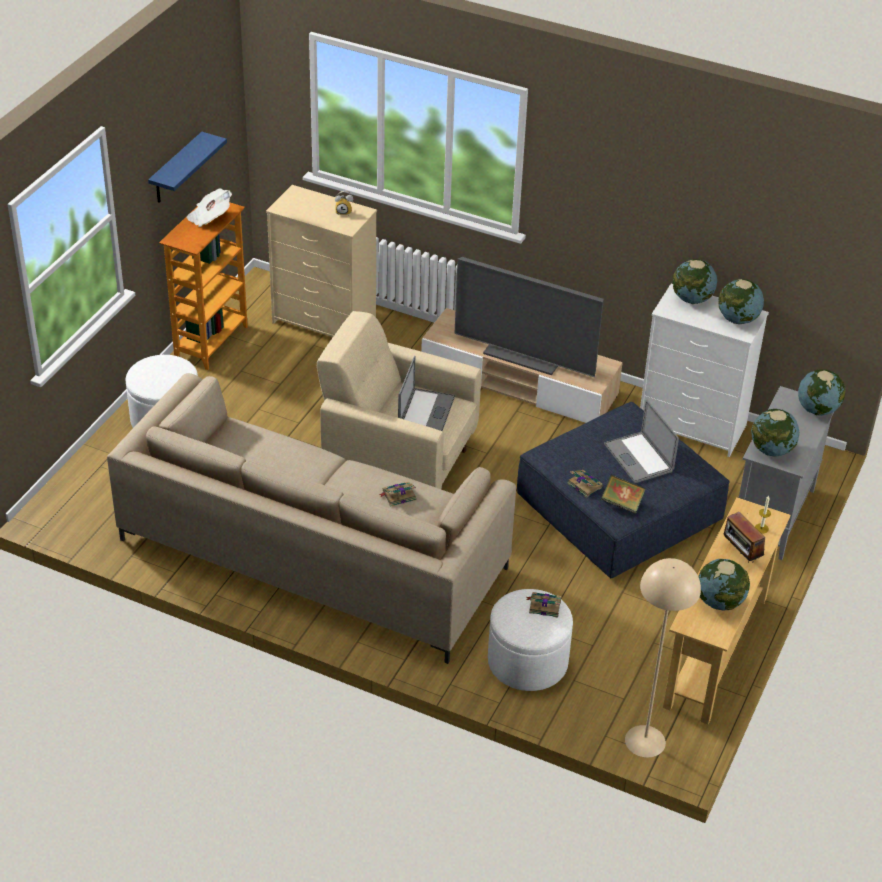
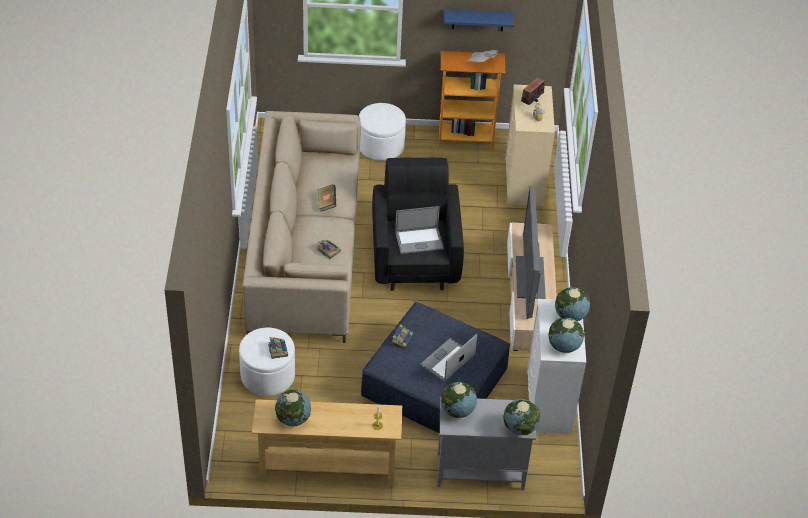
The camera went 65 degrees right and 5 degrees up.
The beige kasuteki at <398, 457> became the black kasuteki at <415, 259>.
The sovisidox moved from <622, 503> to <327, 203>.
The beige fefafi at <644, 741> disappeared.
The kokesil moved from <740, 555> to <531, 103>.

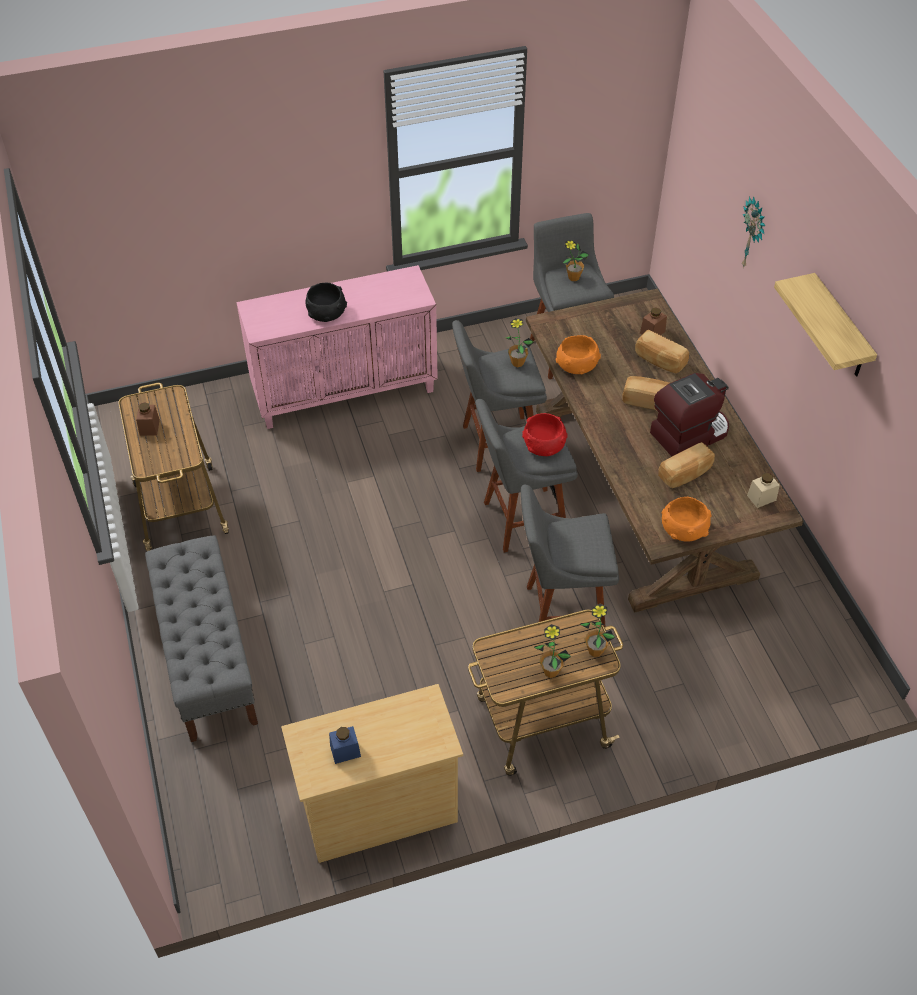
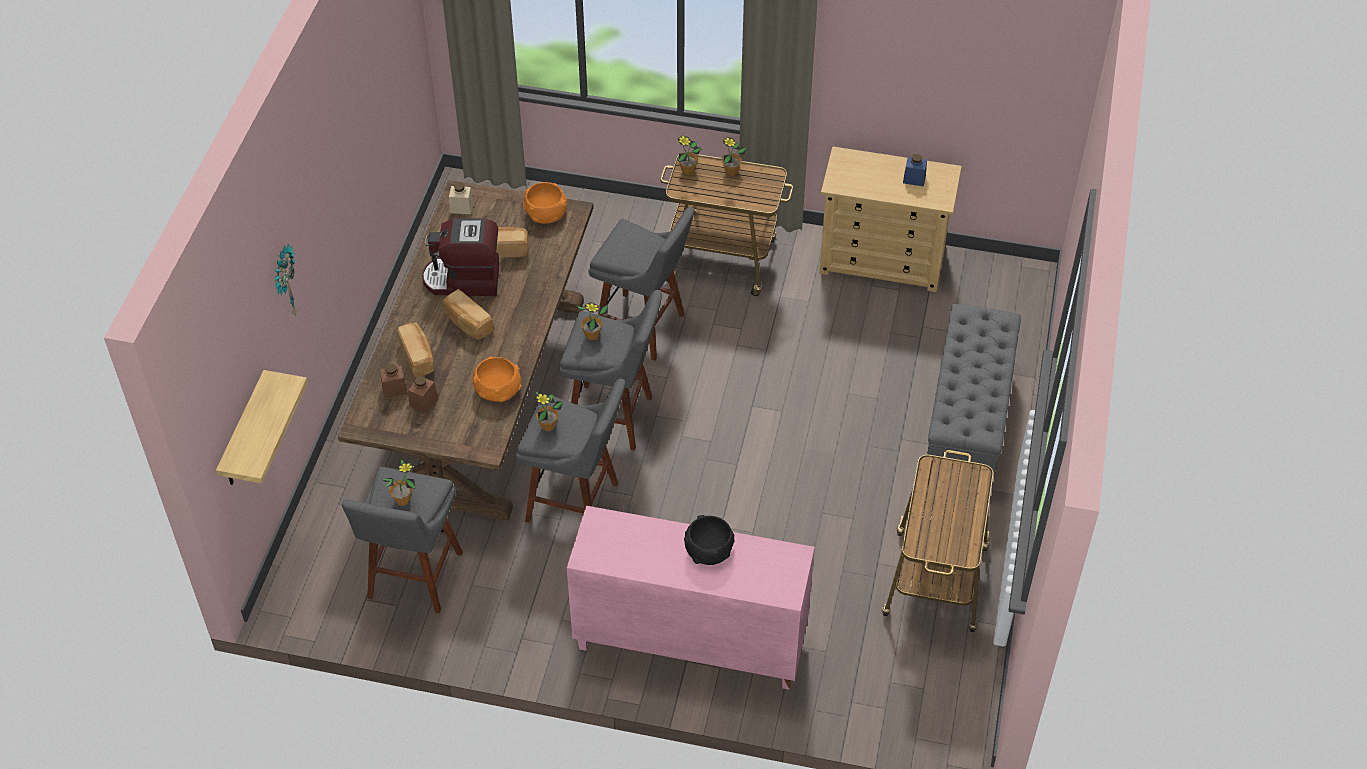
The camera went 150 degrees left and 0 degrees up.
The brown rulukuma moved from <149, 427> to <423, 401>.
The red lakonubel at <544, 444> was replaced by the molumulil at <592, 335>.
The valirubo moved from <840, 329> to <244, 433>.

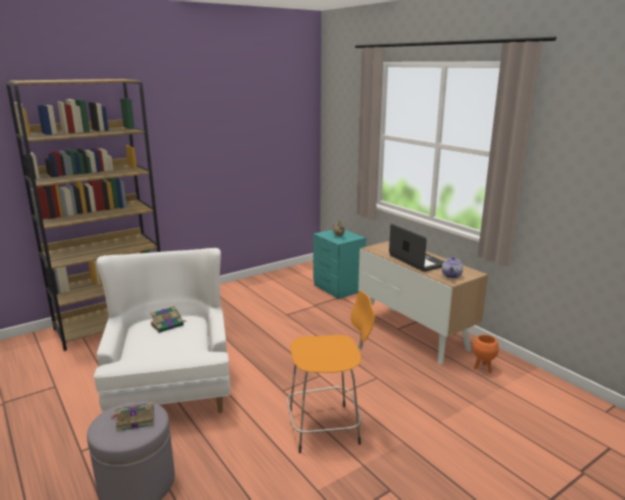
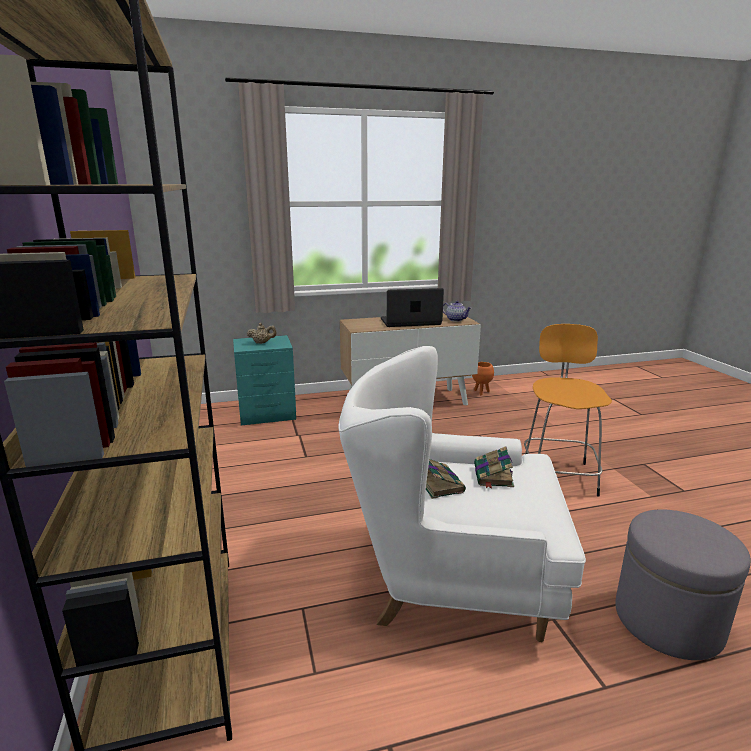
The camera went 70 degrees left and 0 degrees up.
The sovisidox moved from <134, 419> to <493, 476>.

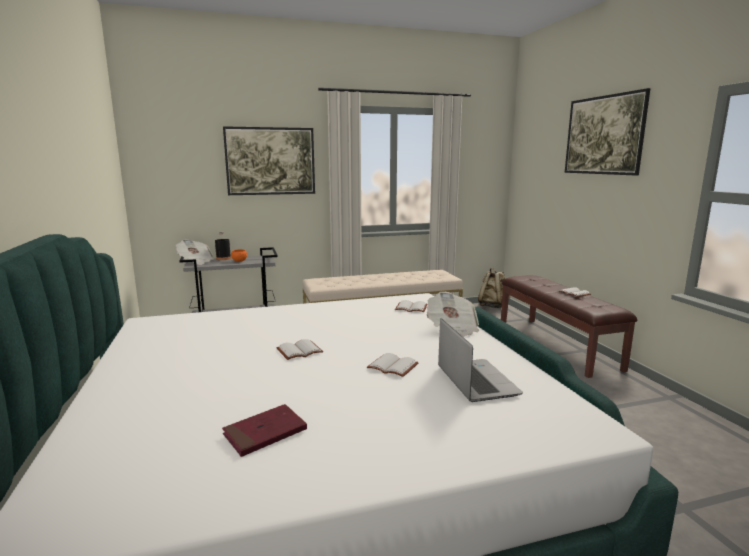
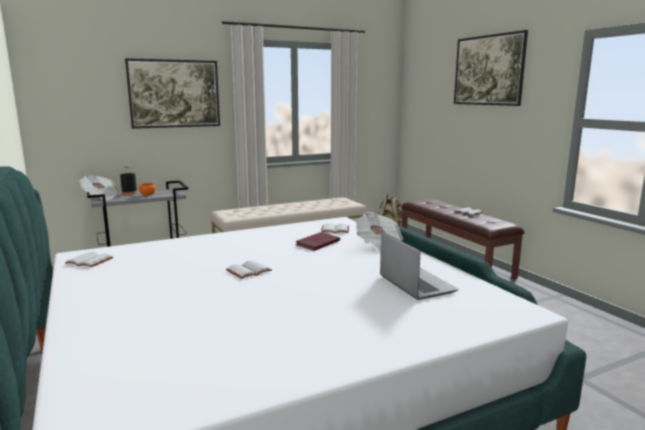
The camera went 10 degrees left and 0 degrees up.
The red sovisidox moved from <265, 433> to <318, 243>.
The white sovisidox moved from <394, 366> to <91, 261>.

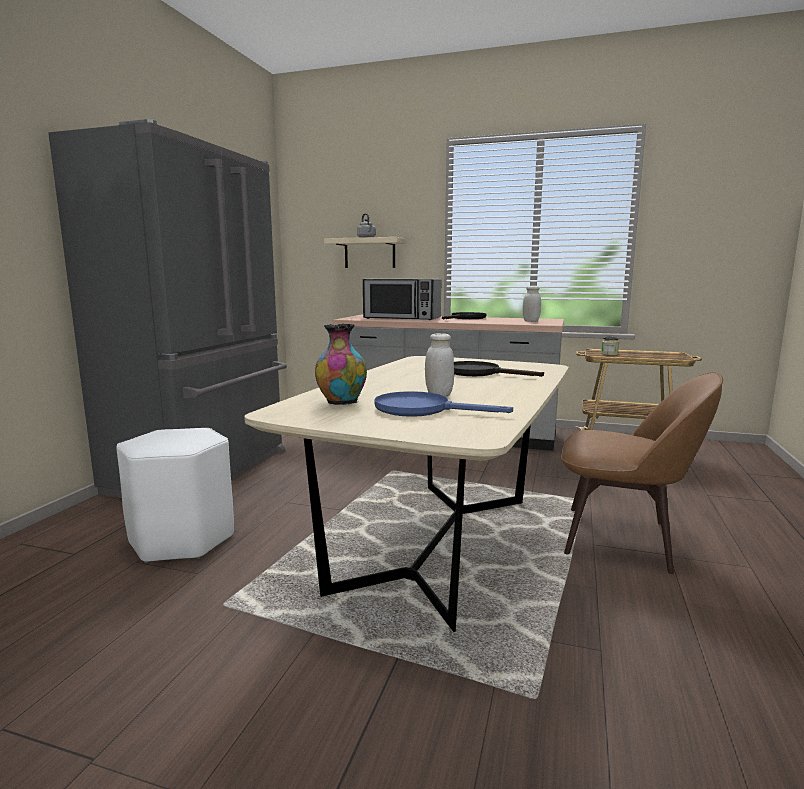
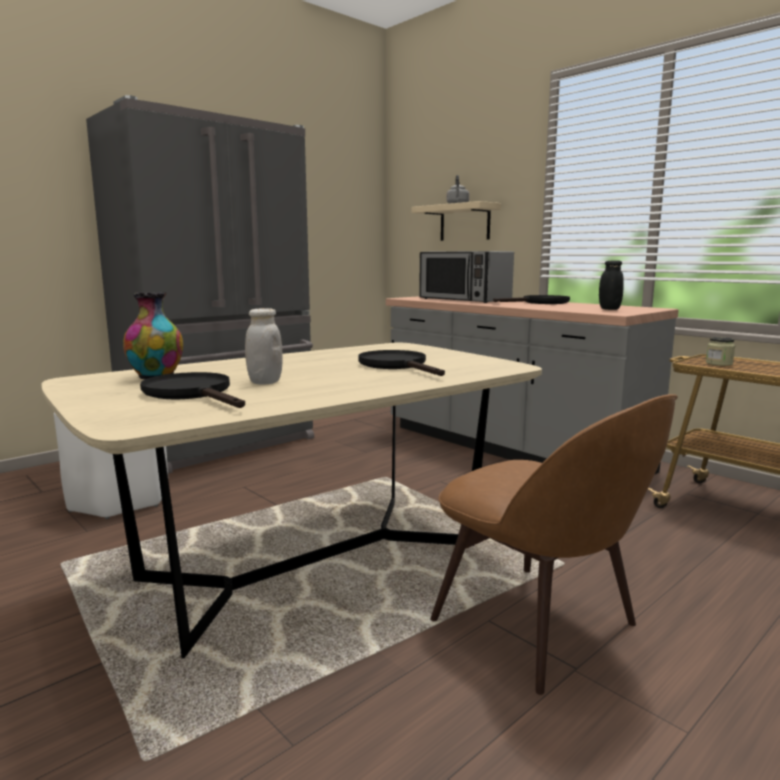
The camera went 30 degrees right and 0 degrees up.
The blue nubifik at <422, 409> became the black nubifik at <193, 393>.
The white rulukuma at <531, 321> became the black rulukuma at <609, 309>.

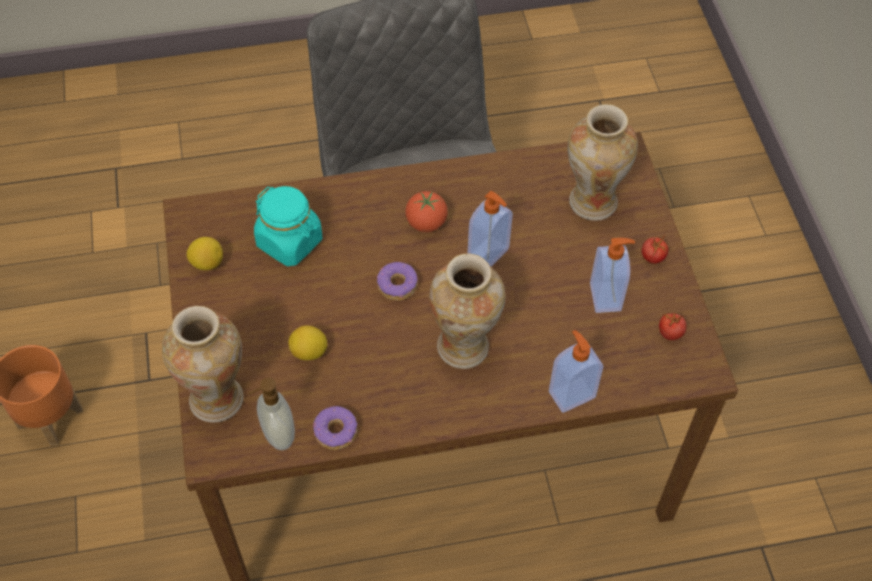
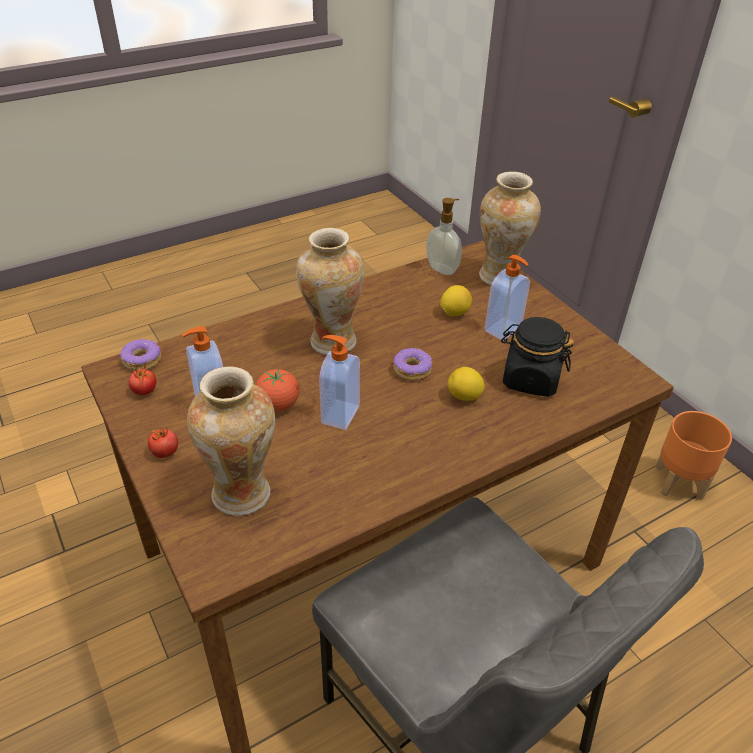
The camera went 160 degrees right and 15 degrees down.
The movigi moved from <207, 263> to <464, 397>.
The turquoise rulukuma at <290, 242> became the black rulukuma at <530, 379>.
The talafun moved from <336, 432> to <142, 360>.
The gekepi moved from <426, 223> to <278, 405>.
The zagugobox moved from <571, 393> to <504, 330>.

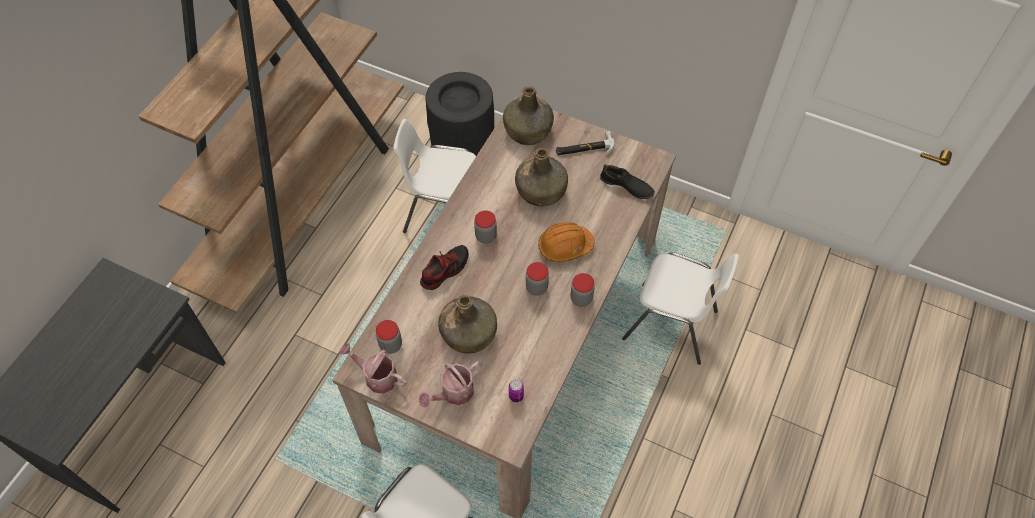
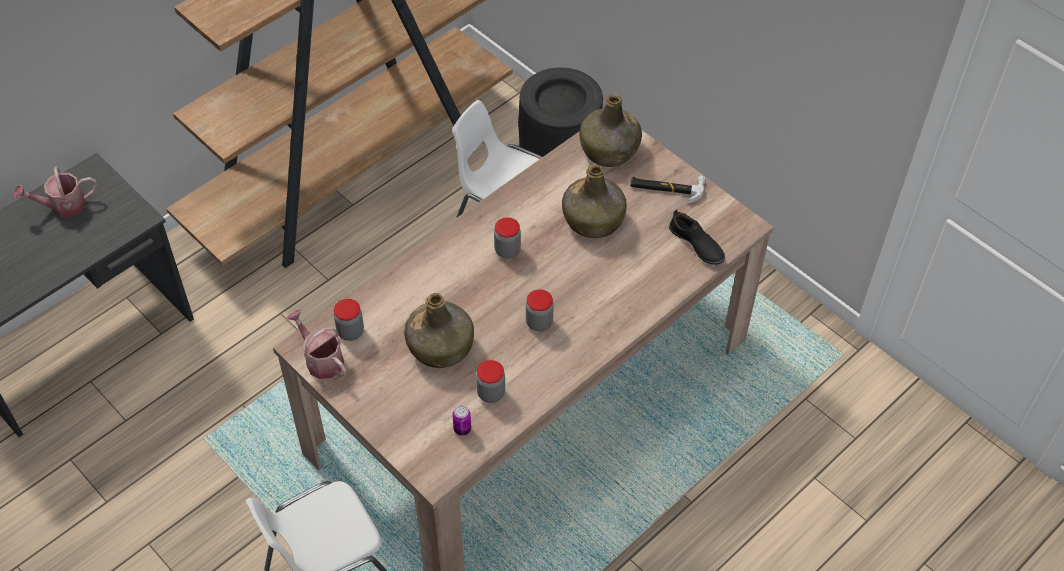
The camera went 20 degrees right and 5 degrees down.
The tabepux moved from <453, 393> to <63, 206>.
The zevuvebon at <444, 270> disappeared.
The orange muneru at <565, 246> disappeared.
The rulukuma moved from <581, 298> to <491, 393>.
The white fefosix at <671, 325> disappeared.

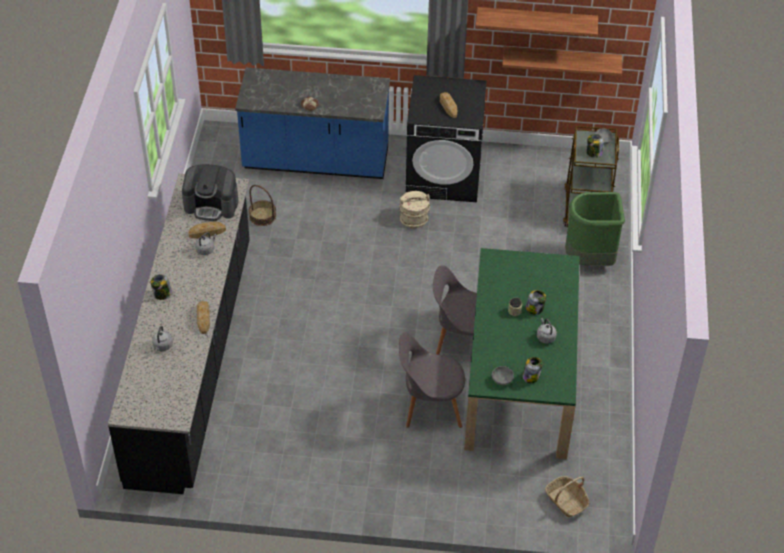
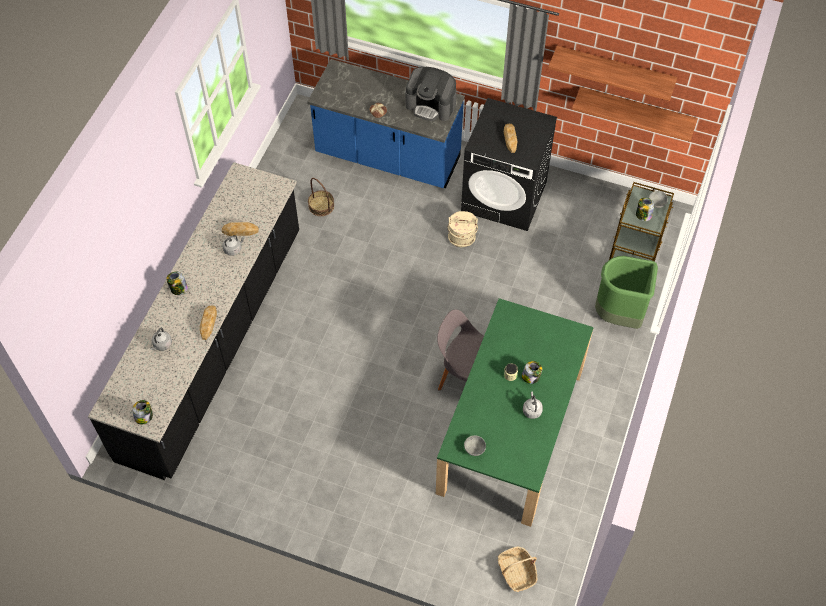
The camera went 15 degrees right and 10 degrees up.
The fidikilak moved from <212, 205> to <431, 105>.
The grey fefosix at <430, 406> disappeared.
The rulukuma moved from <531, 376> to <144, 416>.

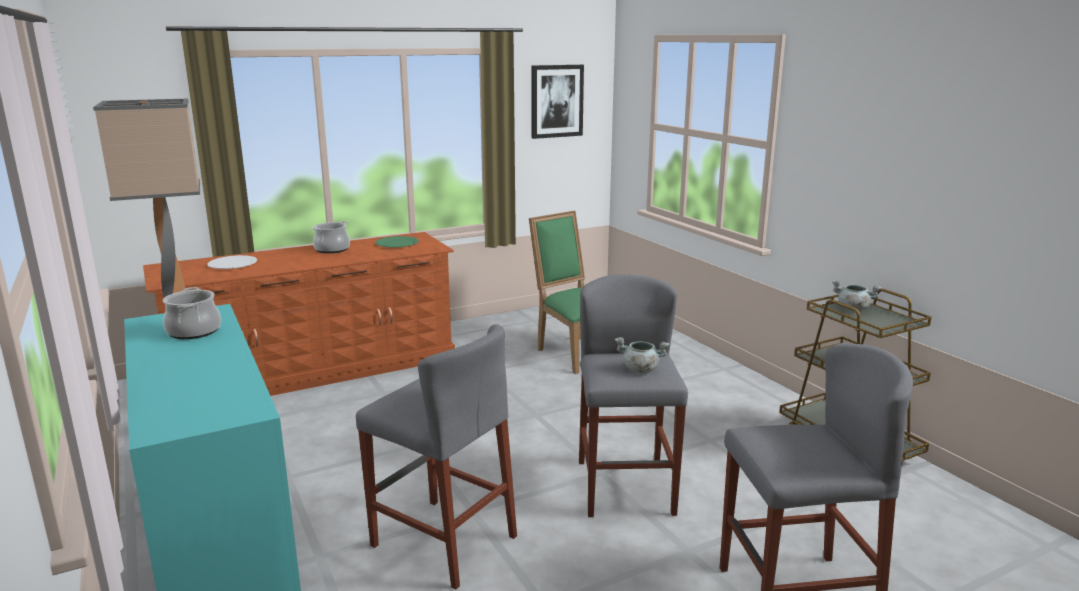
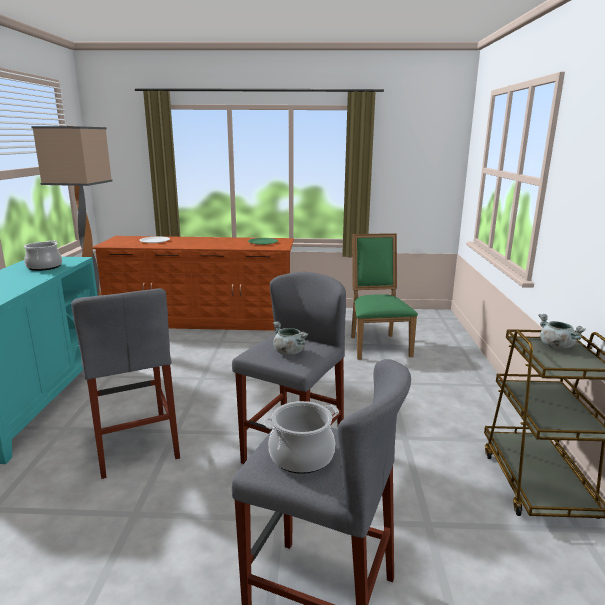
The camera went 30 degrees right and 0 degrees up.
The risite moved from <332, 249> to <301, 456>.
The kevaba at <556, 101> disappeared.

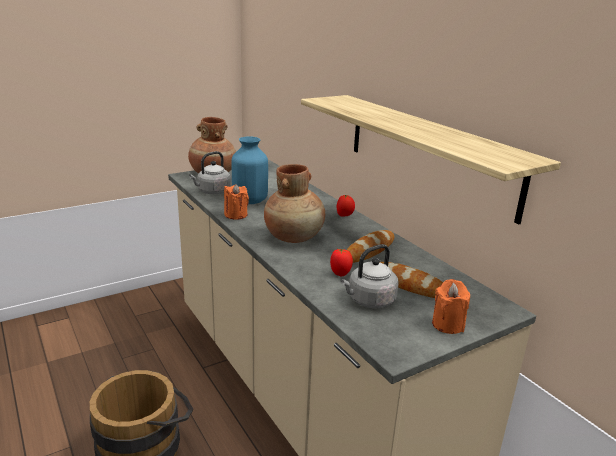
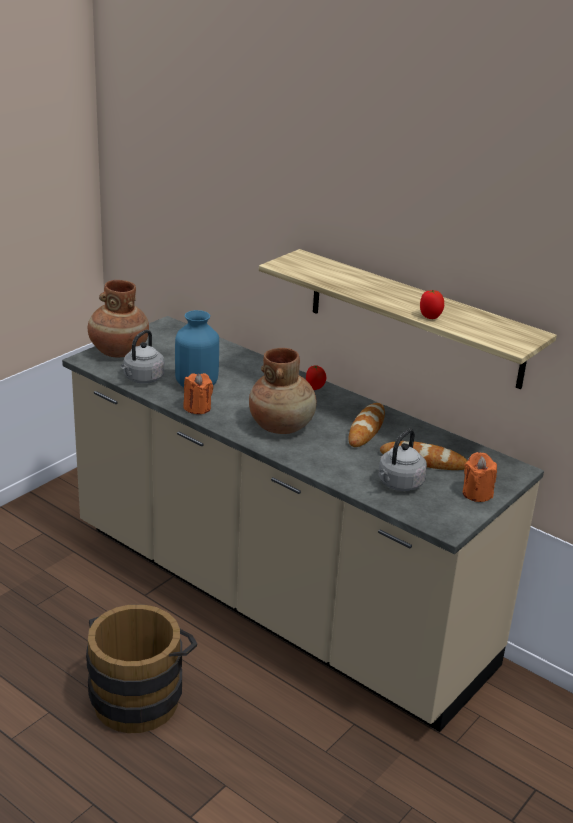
The camera went 20 degrees left and 5 degrees up.
The gekepi moved from <340, 273> to <430, 316>.

